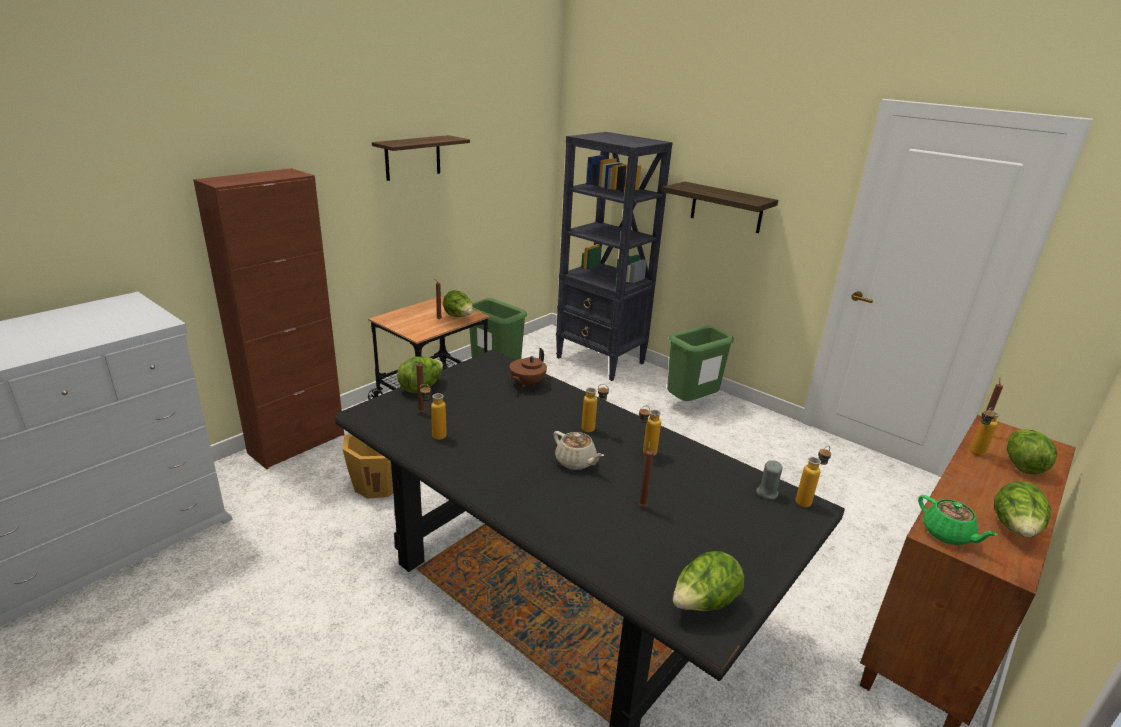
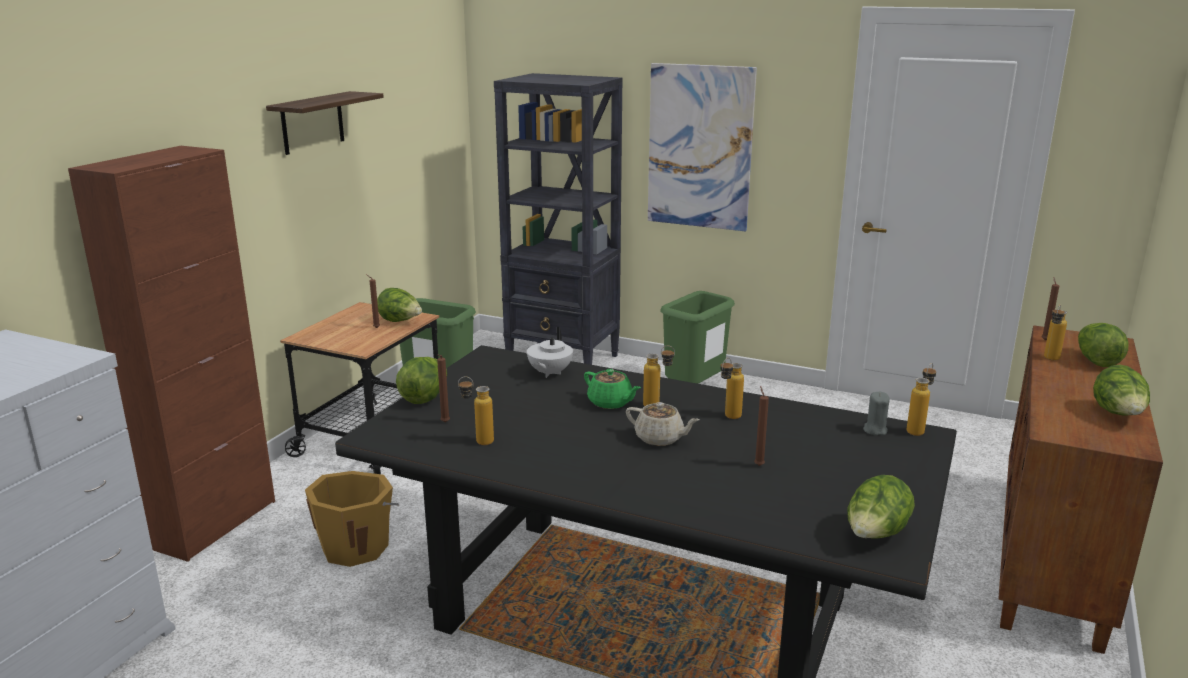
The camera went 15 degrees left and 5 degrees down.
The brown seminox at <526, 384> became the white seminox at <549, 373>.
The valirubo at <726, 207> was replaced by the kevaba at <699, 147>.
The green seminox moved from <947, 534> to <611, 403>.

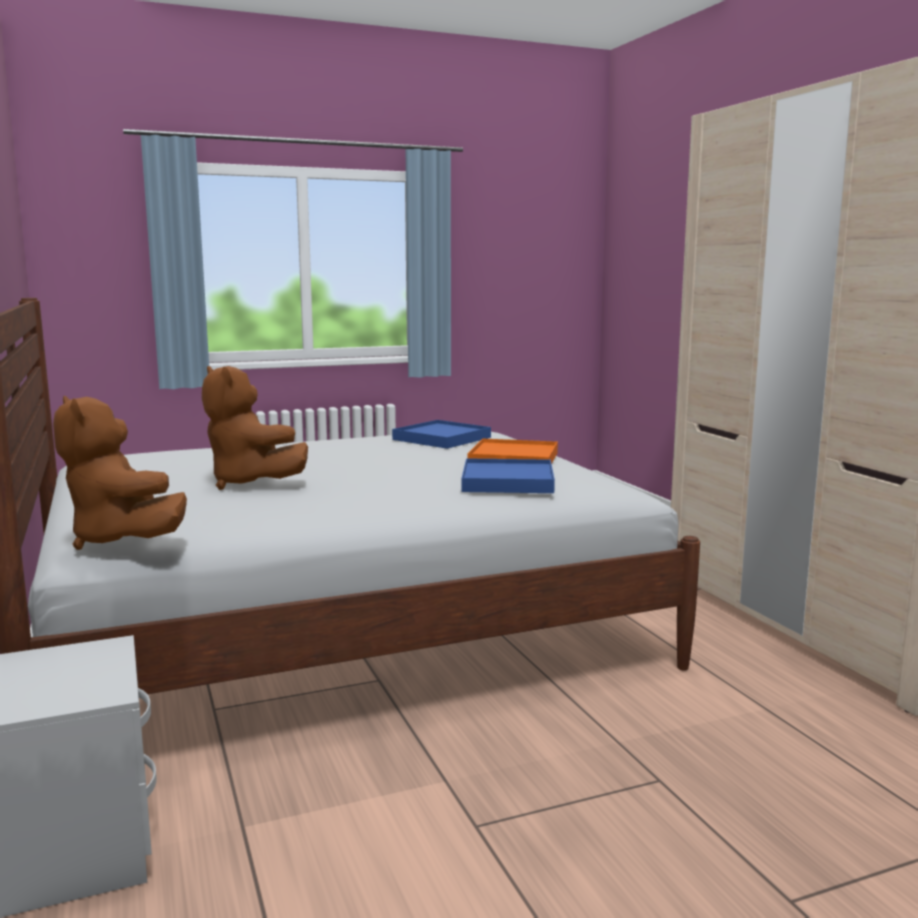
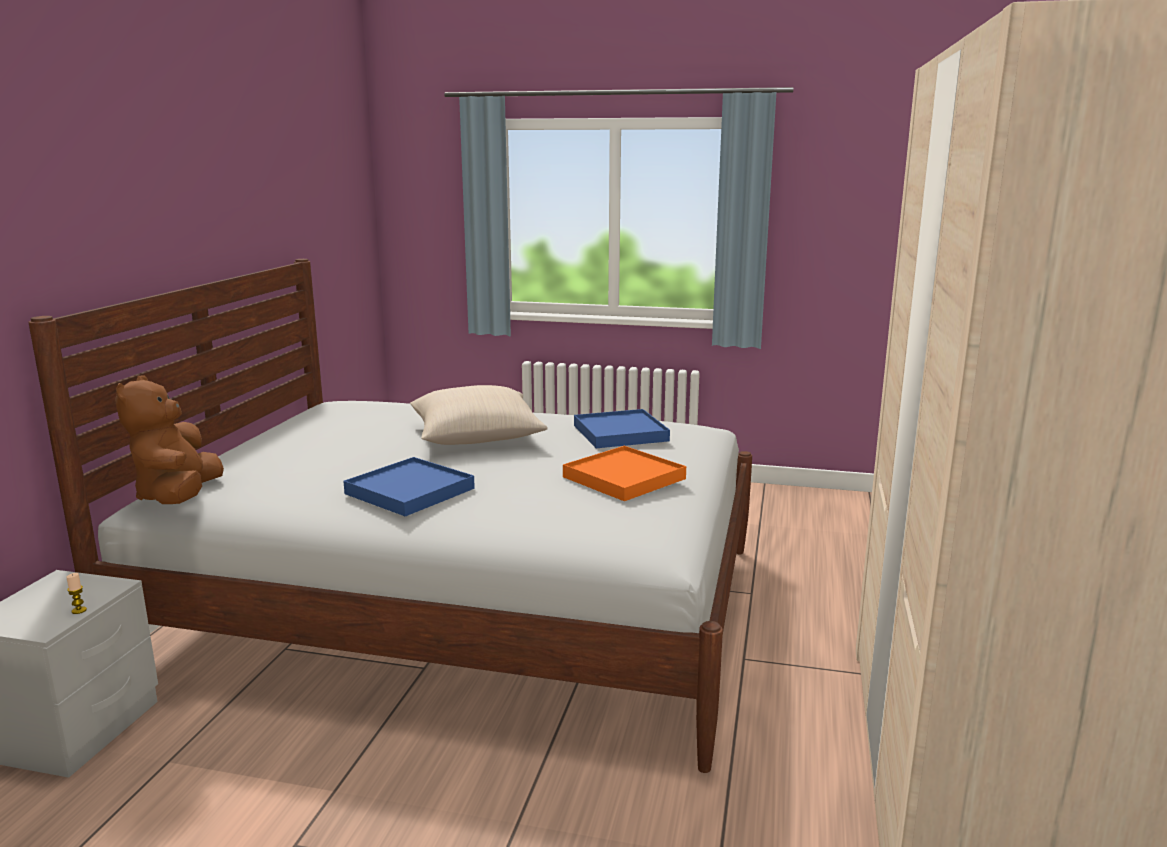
The camera went 35 degrees right and 5 degrees up.
The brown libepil at <250, 483> disappeared.
The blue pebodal moved from <507, 481> to <410, 491>.
The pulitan at <79, 610> appeared.
The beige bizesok at <476, 437> appeared.

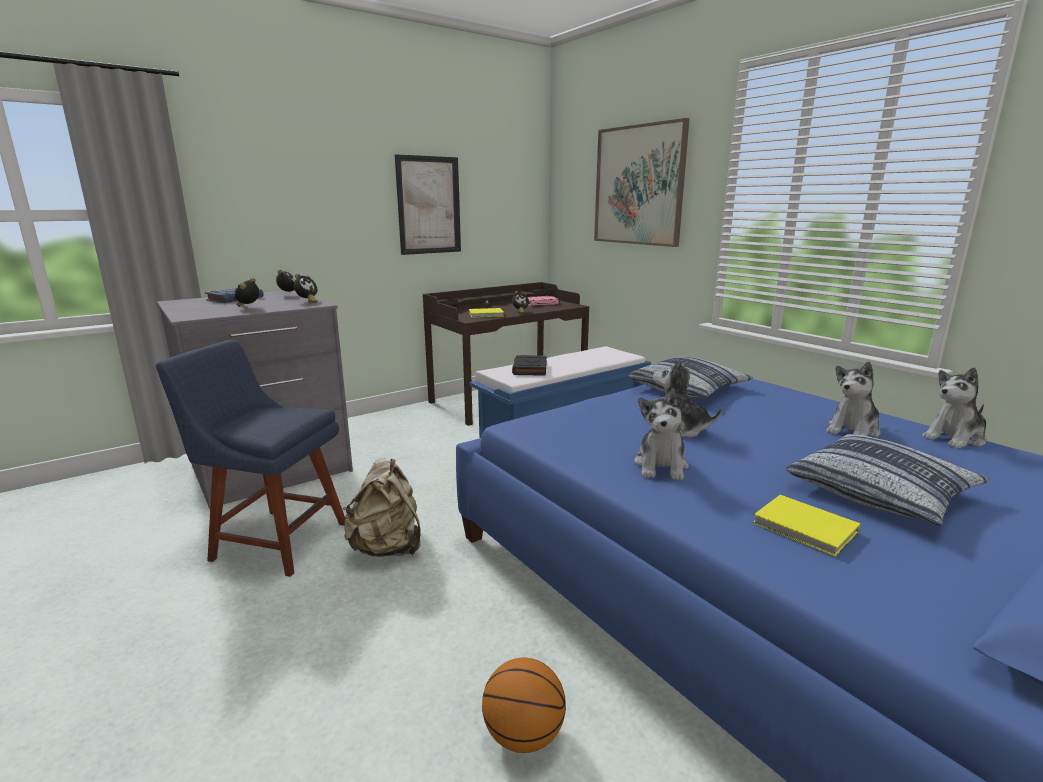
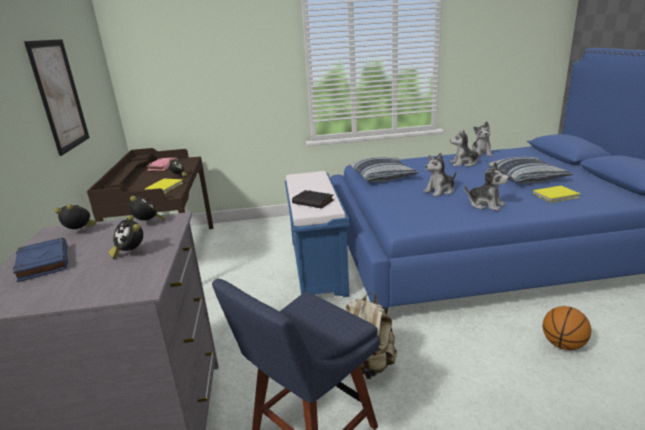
The camera went 60 degrees left and 5 degrees up.
The kevaba at <638, 185> disappeared.
The libepil at <853, 430> turned 105 degrees clockwise.

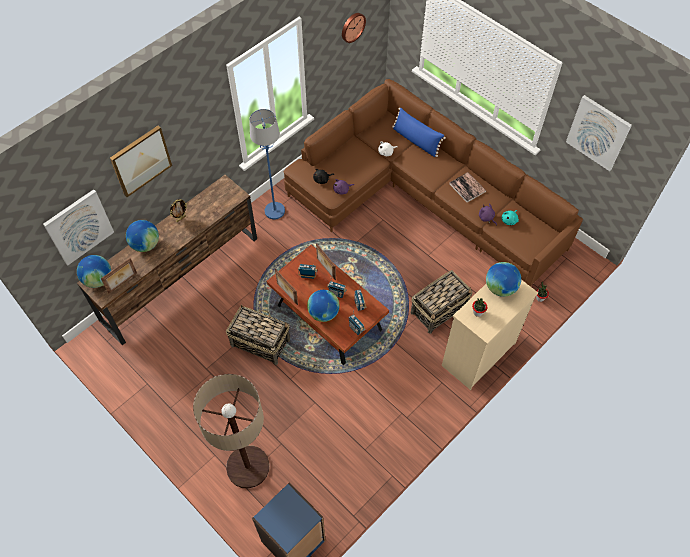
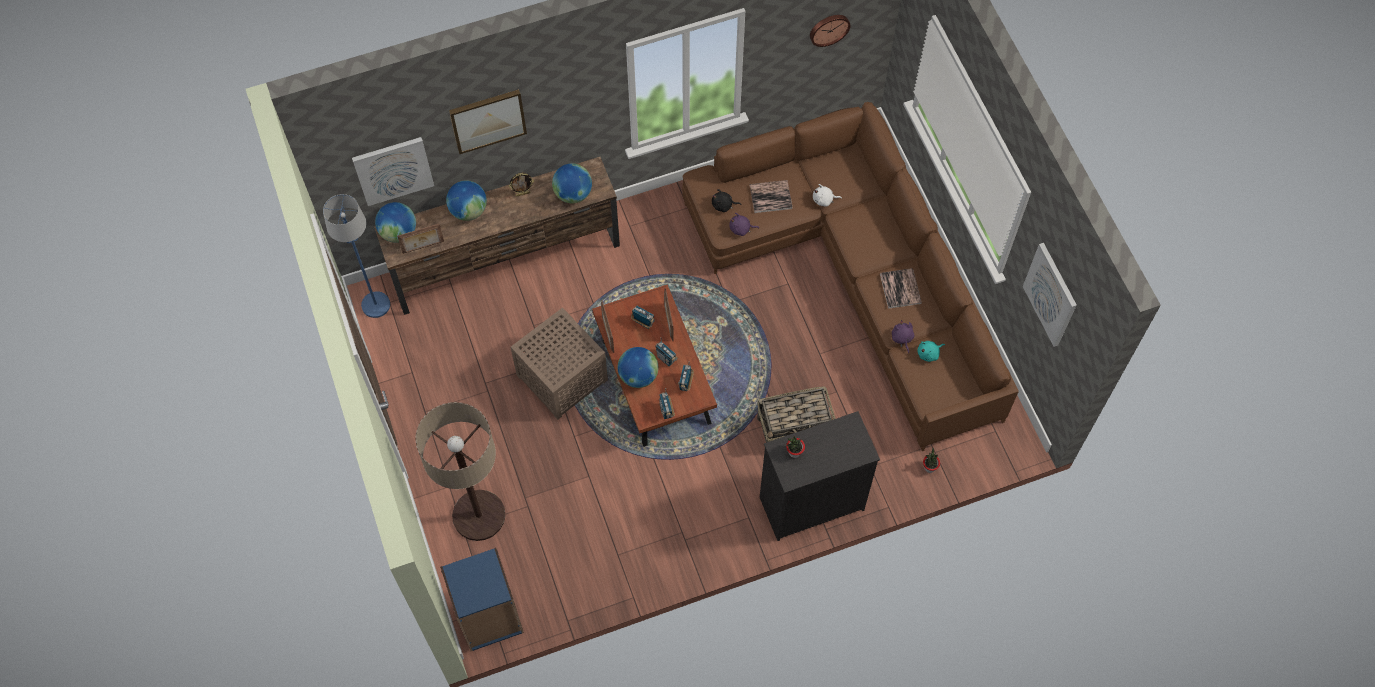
The camera went 25 degrees right and 5 degrees up.
The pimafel at <260, 342> was replaced by the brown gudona at <560, 377>.
The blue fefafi moved from <274, 211> to <375, 305>.
The blue bizesok at <416, 140> disappeared.
The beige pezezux at <477, 354> became the black pezezux at <810, 503>.
The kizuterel moved from <500, 288> to <573, 194>.
The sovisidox at <770, 197> appeared.

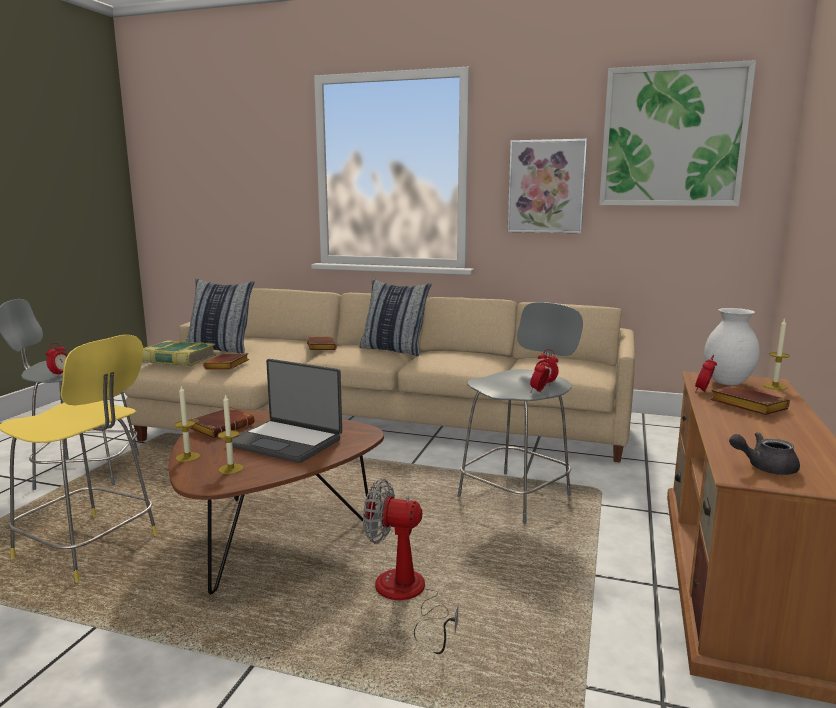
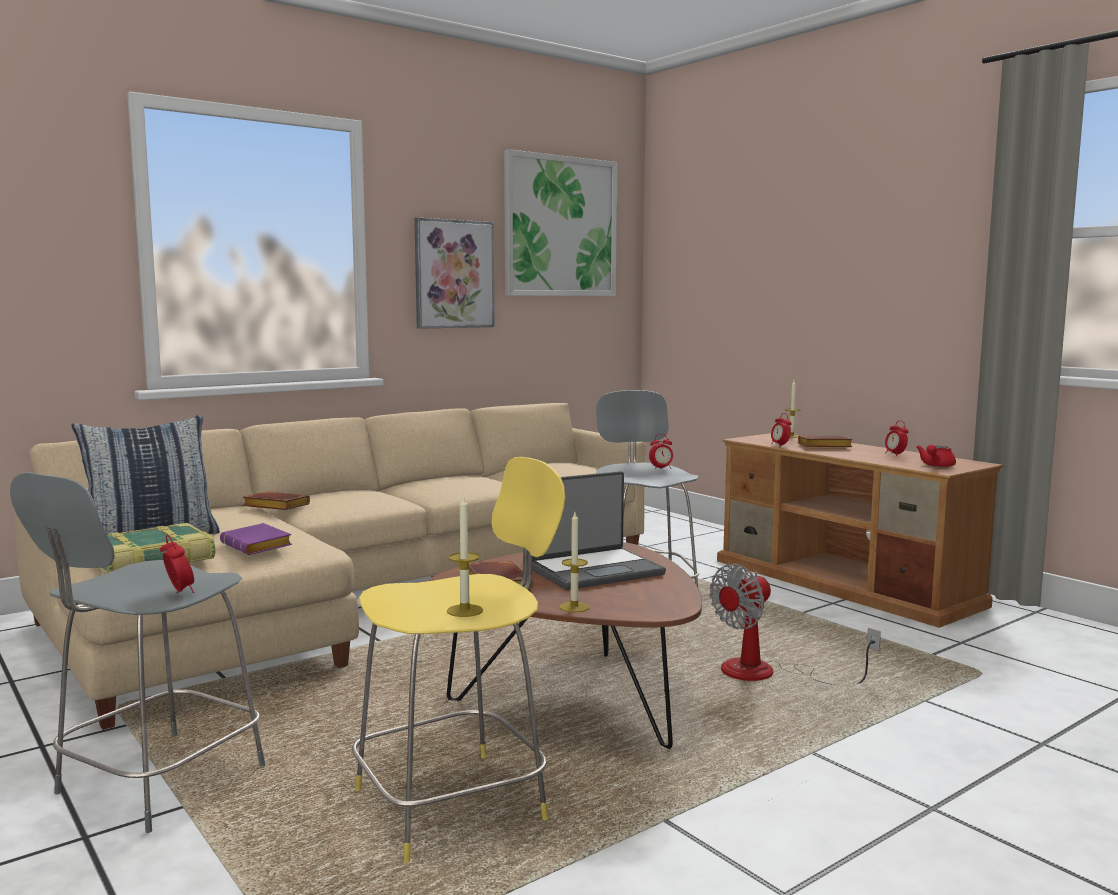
The camera went 55 degrees left and 5 degrees down.
The brown sovisidox at <227, 366> became the purple sovisidox at <259, 546>.
The pulitan moved from <231, 469> to <464, 610>.
The bizesok at <394, 350> disappeared.
The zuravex moved from <539, 392> to <895, 455>.
The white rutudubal at <728, 383> disappeared.
The grey seminox at <764, 467> became the red seminox at <936, 466>.

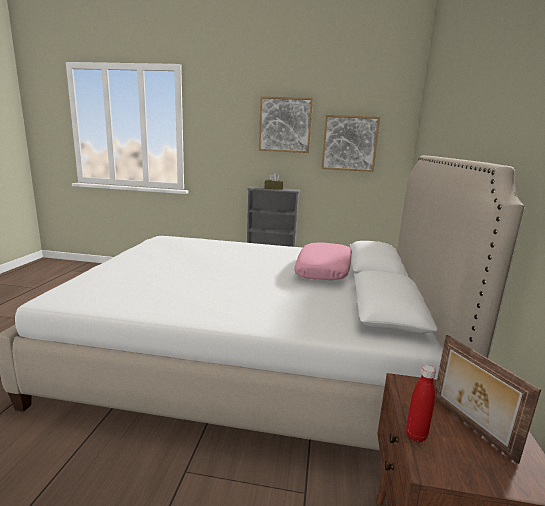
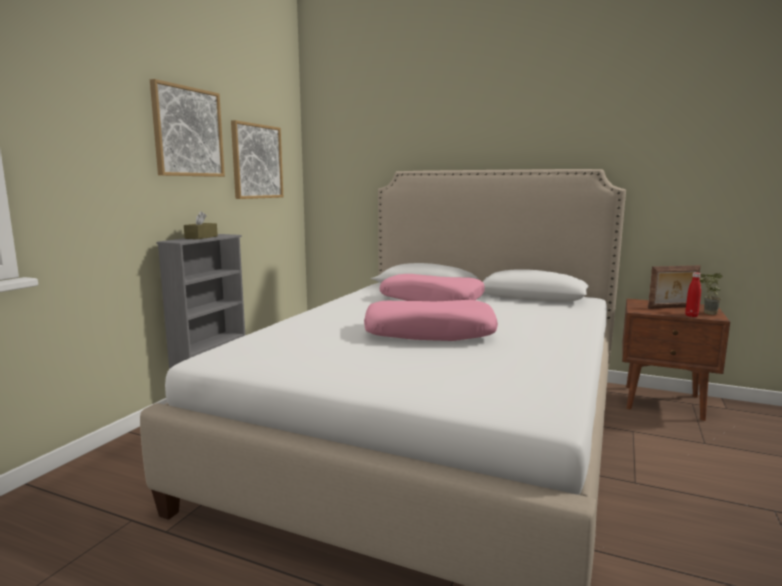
The camera went 75 degrees left and 5 degrees down.
The pink bizesok at <429, 333> appeared.
The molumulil at <706, 313> appeared.

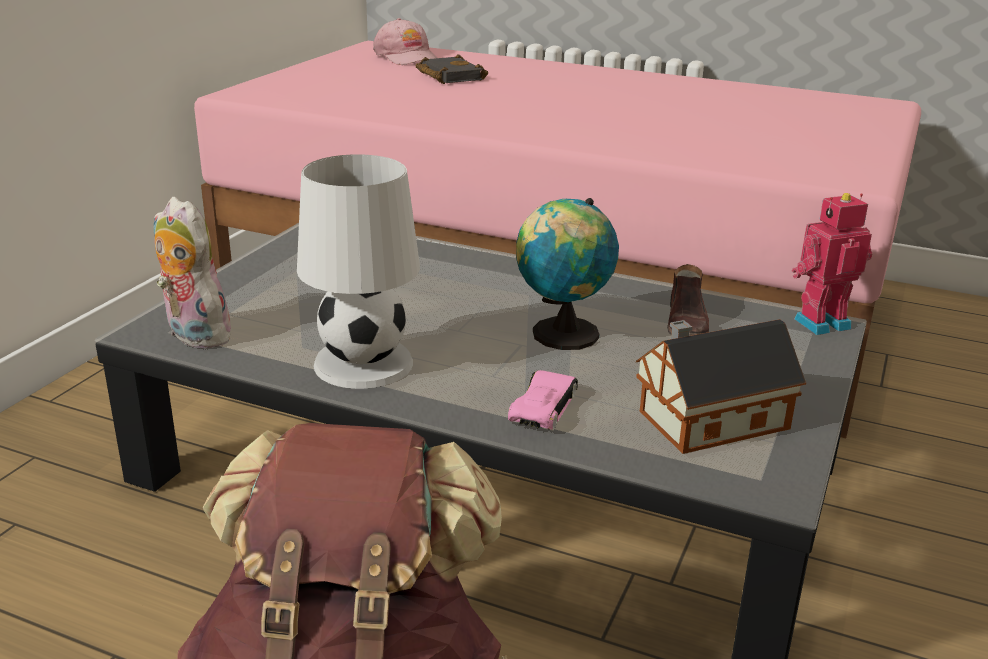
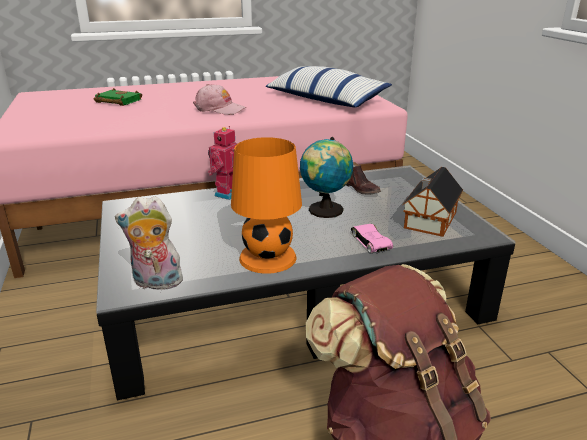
The camera went 40 degrees left and 0 degrees up.
The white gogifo at <363, 364> became the orange gogifo at <268, 258>.
The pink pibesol moved from <407, 57> to <219, 109>.
The black sovisidox at <448, 76> became the green sovisidox at <116, 101>.
The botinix moved from <820, 322> to <226, 193>.
The bizesok at <325, 100> appeared.

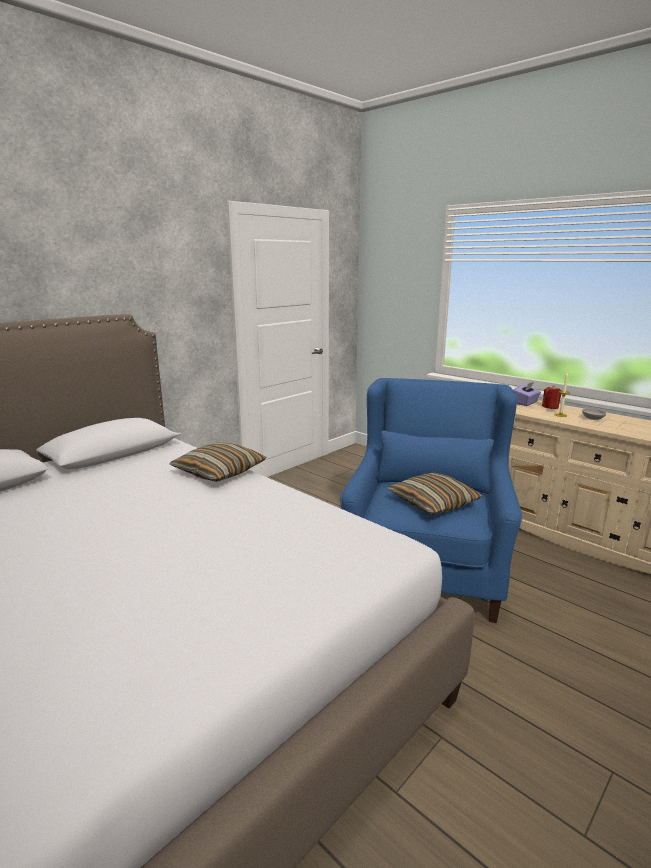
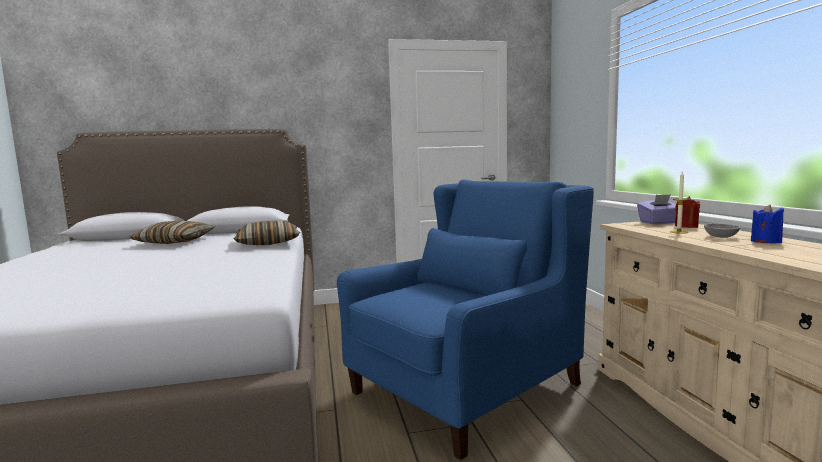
The camera went 35 degrees right and 10 degrees down.
The bizesok moved from <433, 503> to <175, 242>.
The blue pulitan at <766, 241> appeared.

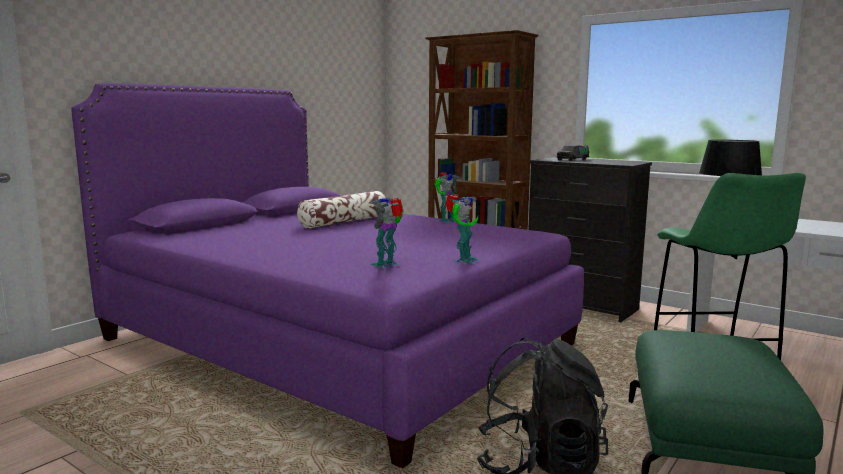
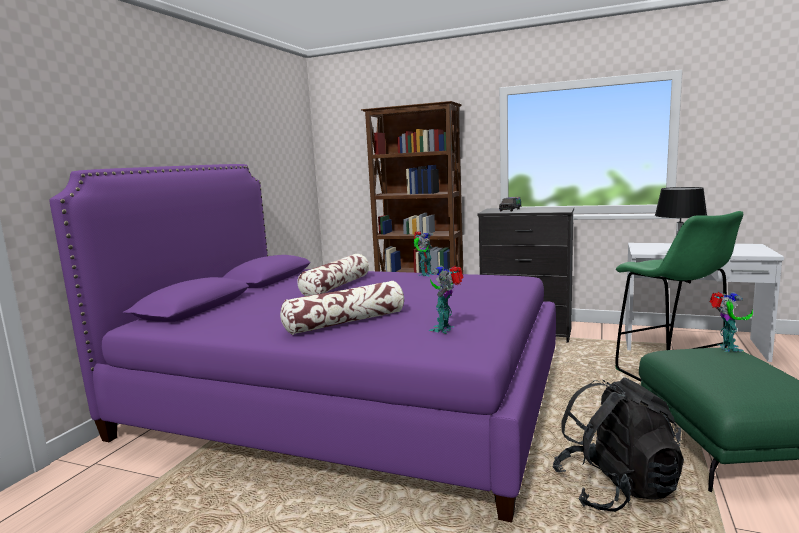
The camera went 15 degrees left and 0 degrees up.
The botinix moved from <463, 260> to <727, 348>.
The bizesok at <346, 322> appeared.

